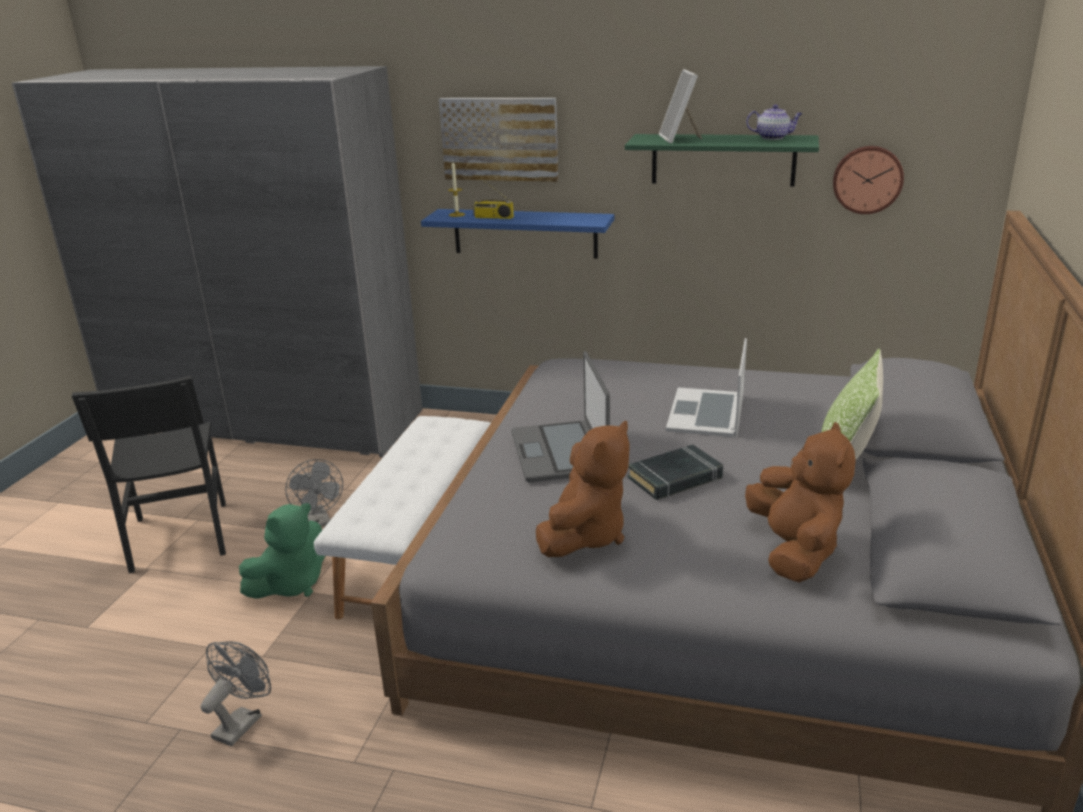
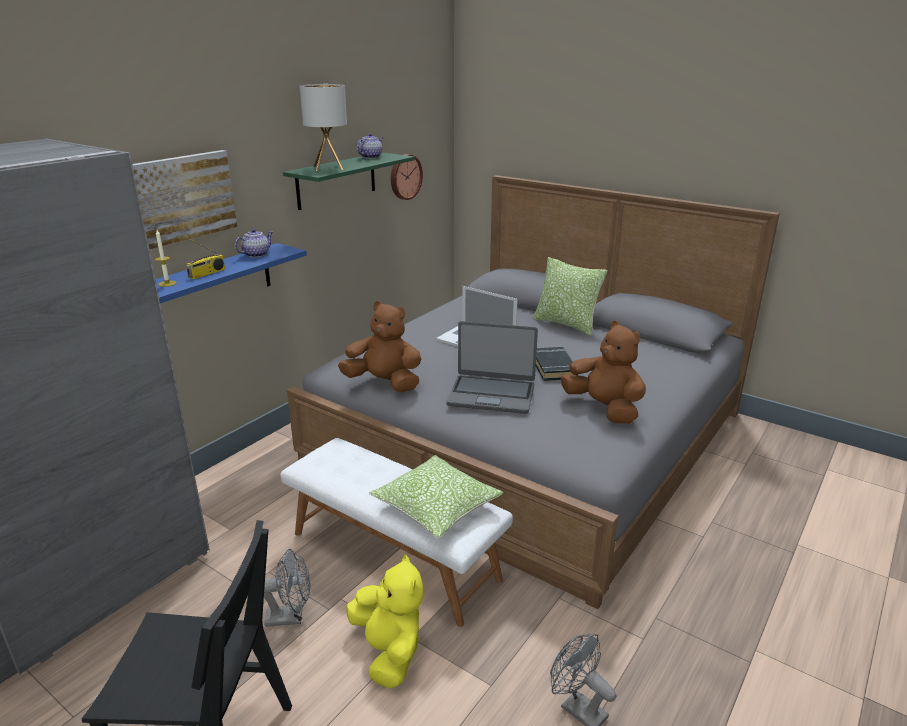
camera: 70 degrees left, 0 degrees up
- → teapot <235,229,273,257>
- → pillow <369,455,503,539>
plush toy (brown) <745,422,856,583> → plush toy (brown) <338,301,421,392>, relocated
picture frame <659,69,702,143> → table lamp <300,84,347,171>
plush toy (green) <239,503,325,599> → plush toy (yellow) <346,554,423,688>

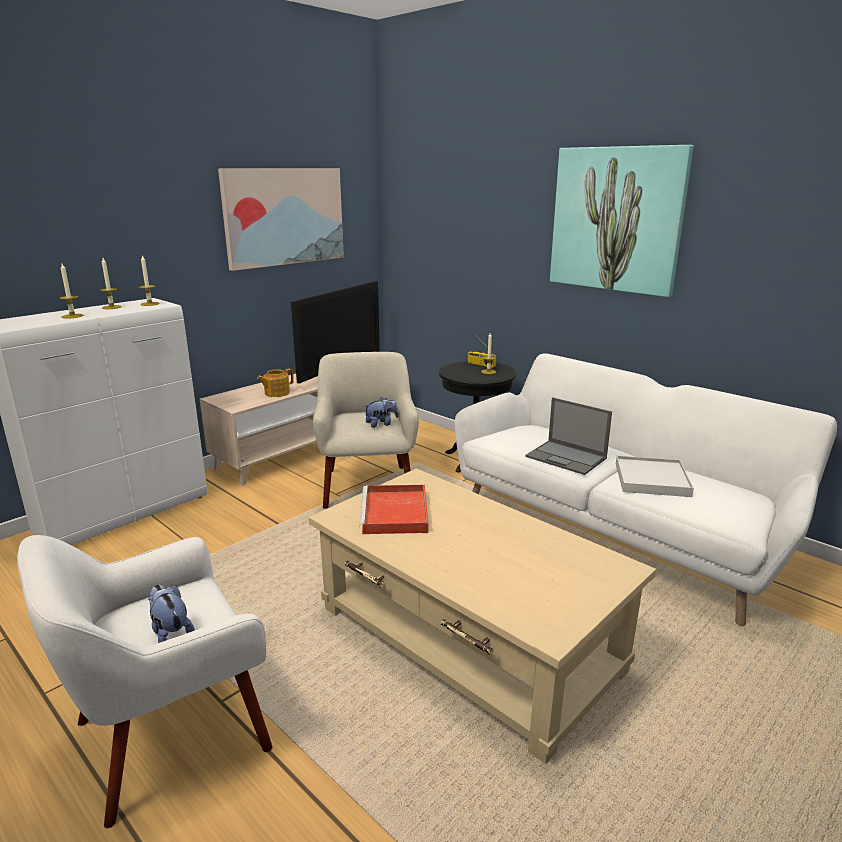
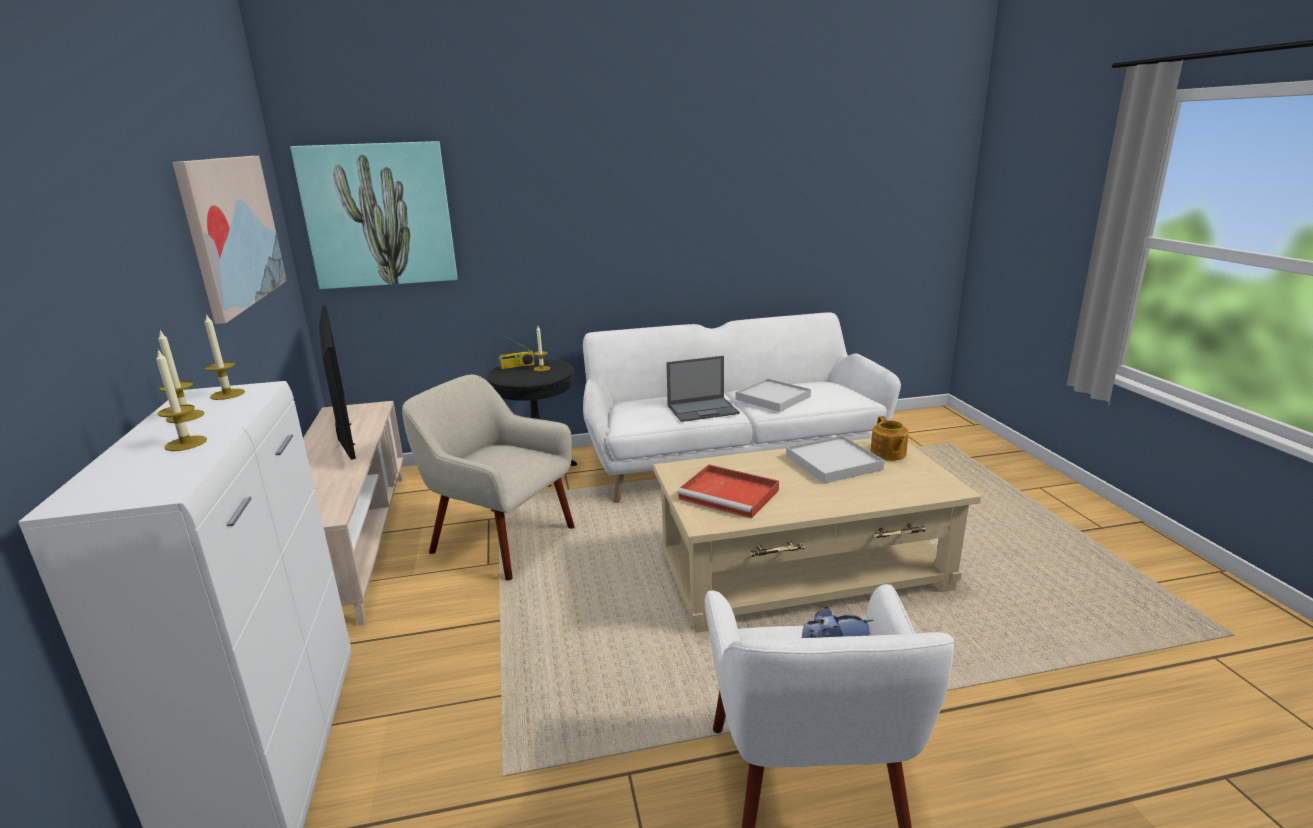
camera: 55 degrees left, 0 degrees up
plush toy <365,397,398,428> → -
- → tray (white) <786,435,884,484>
teapot <257,368,294,397> → teapot <870,416,909,461>, relocated
picture <550,145,694,297> → picture <290,141,458,289>, relocated

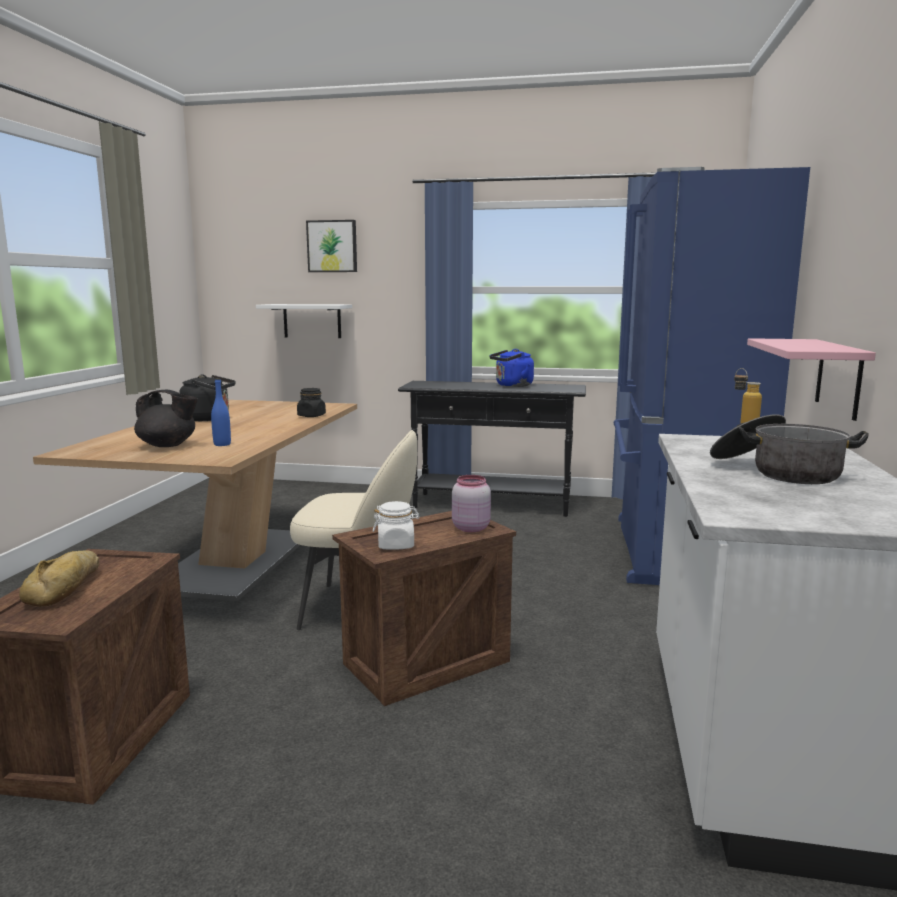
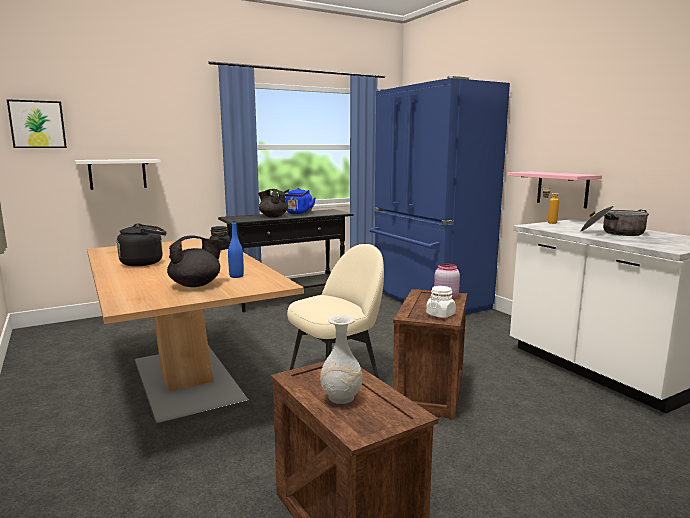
camera: 40 degrees left, 0 degrees up
- → teapot (black) <258,189,288,218>
picture <306,220,357,272> → picture <7,99,67,148>, relocated
bread <19,550,99,607> → vase (white) <320,315,363,404>

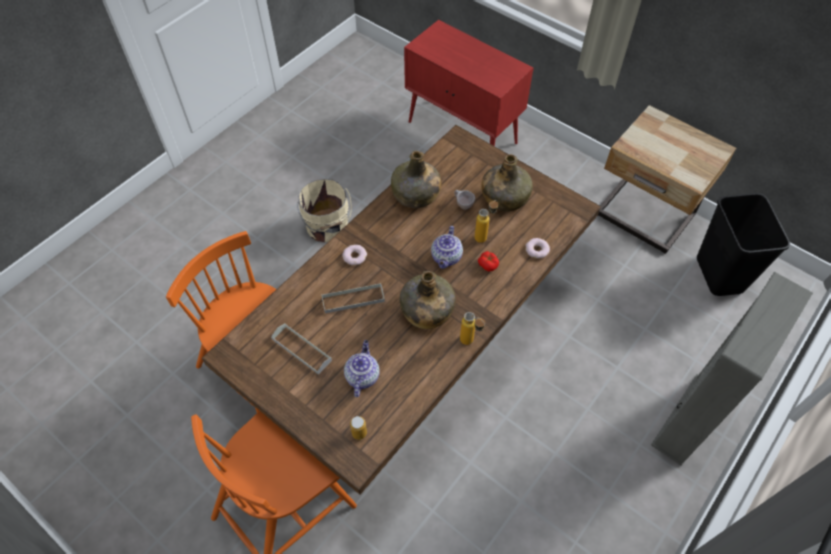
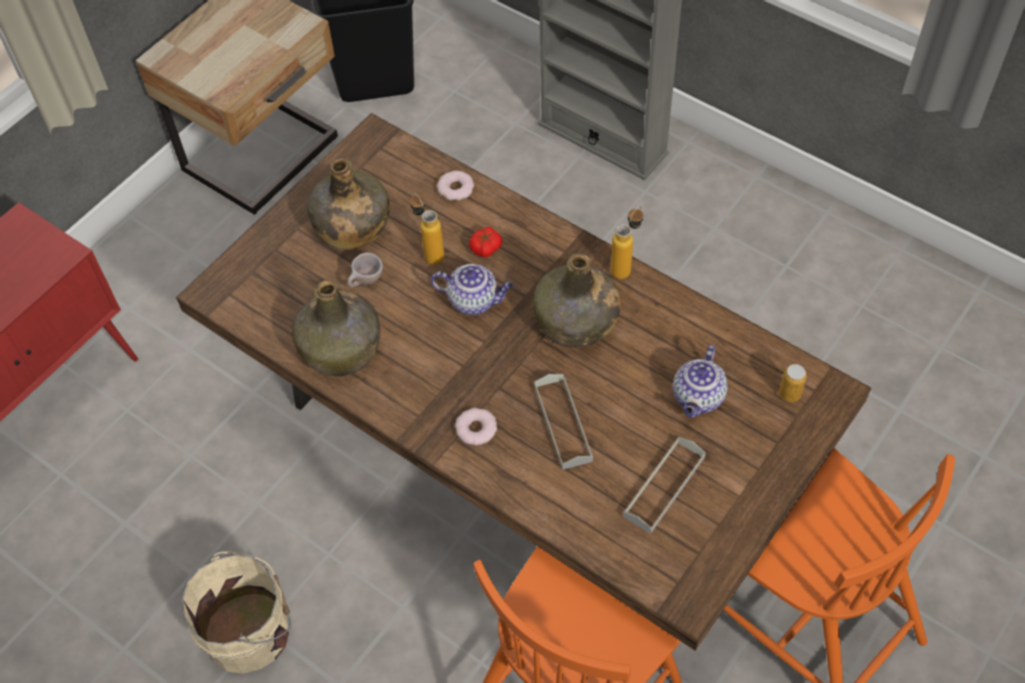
camera: 90 degrees left, 0 degrees up
teapot <344,340,380,397> → teapot <673,345,728,418>, 75 degrees counterclockwise

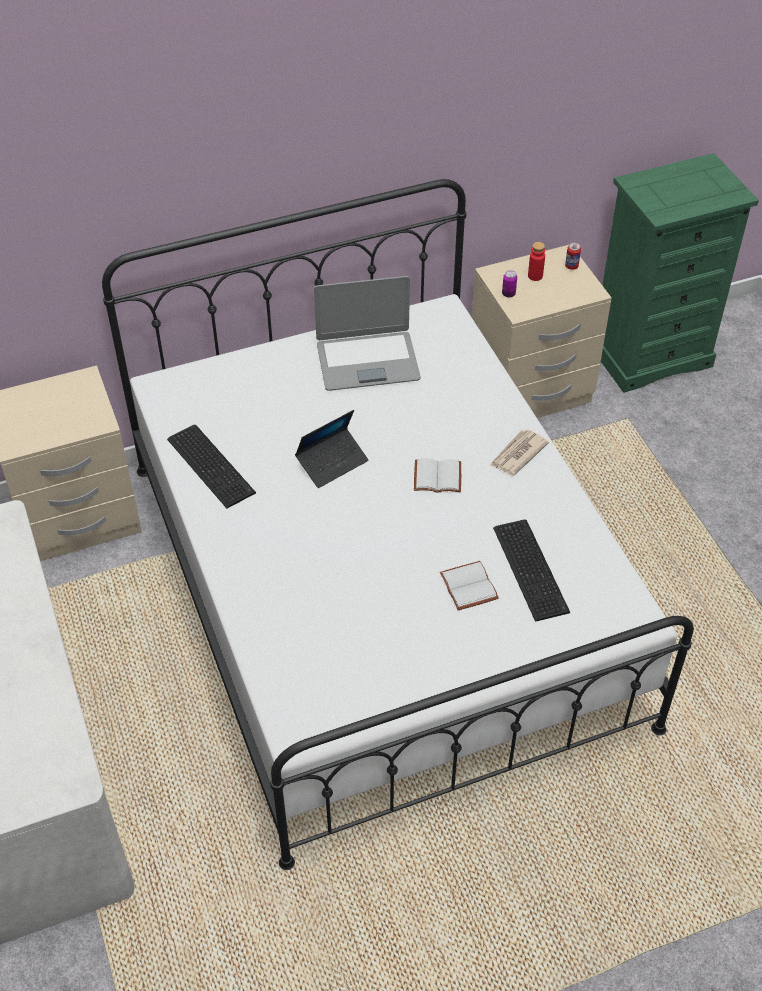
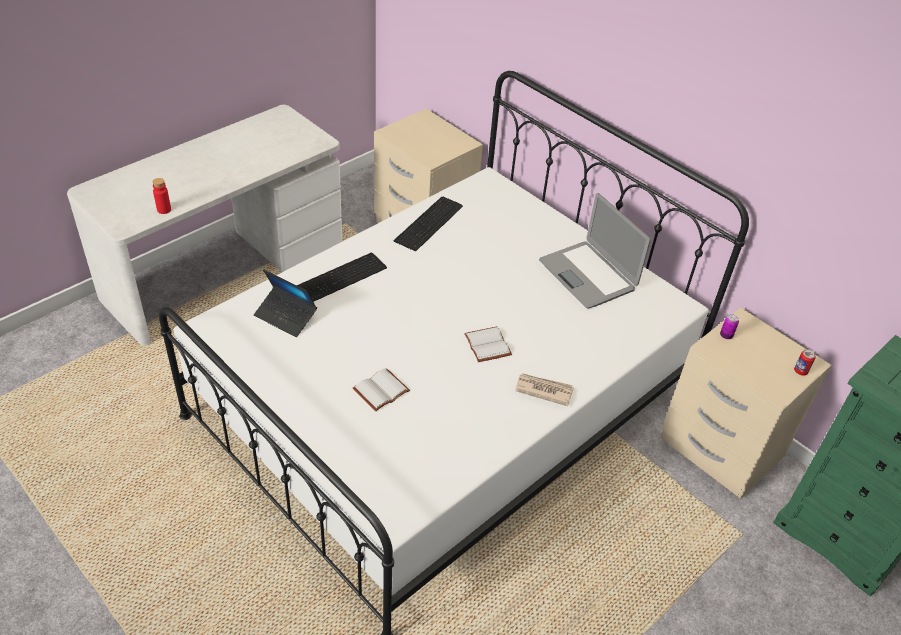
camera: 65 degrees right, 5 degrees down
laptop <295,410,368,488> → laptop <254,269,317,337>, relocated
keyboard <493,519,570,622> → keyboard <297,253,387,302>, relocated
bottle (red) <528,242,545,281> → bottle (red) <152,178,171,214>, relocated

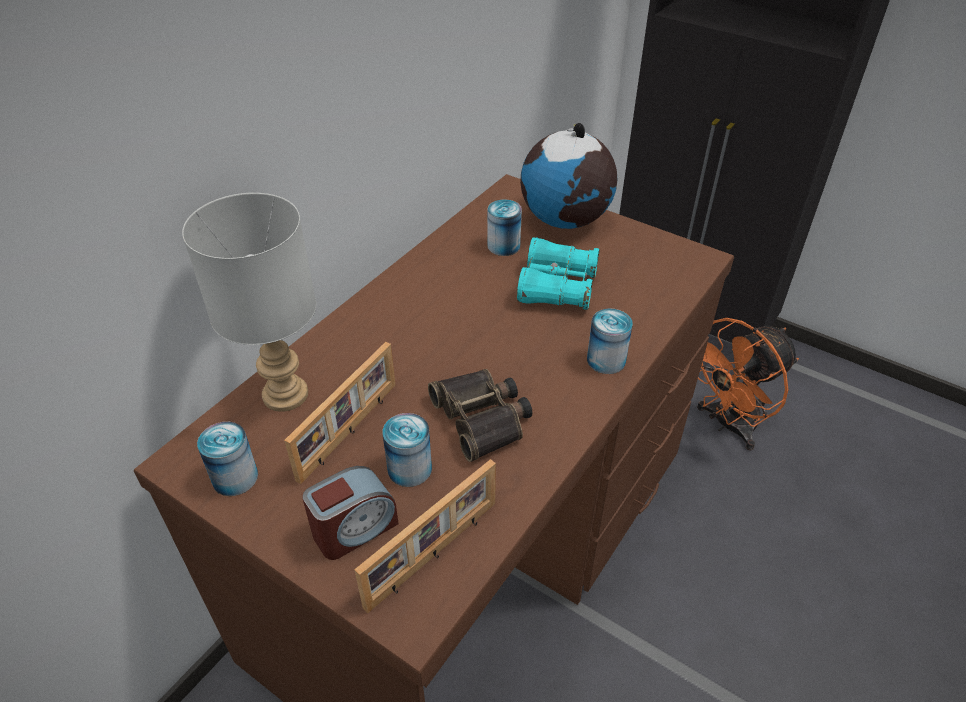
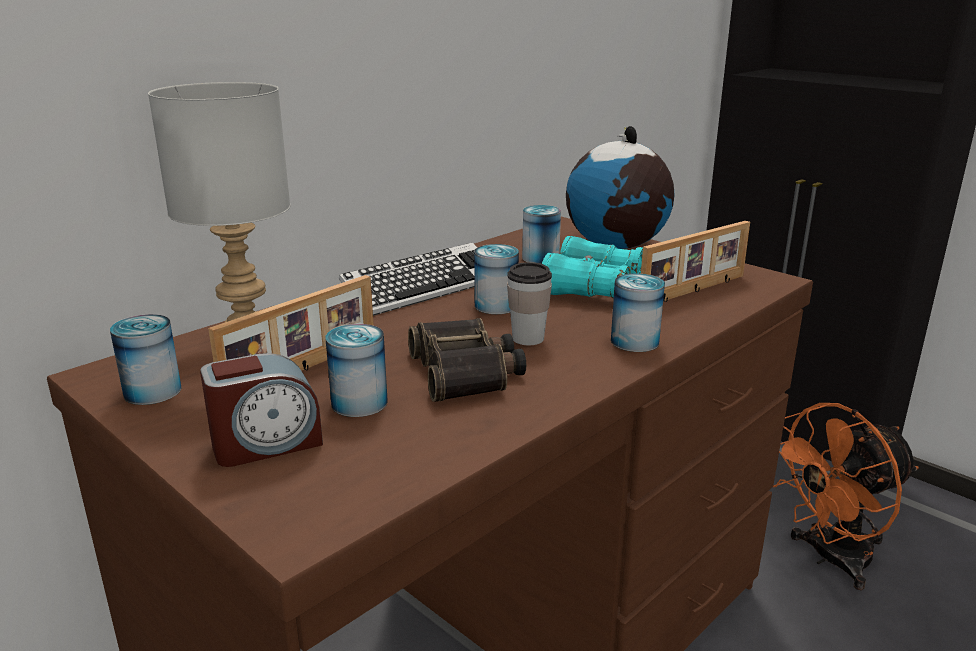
camera: 10 degrees right, 20 degrees down
- → keyboard <339,242,477,316>
- → can <474,244,519,314>
- → cup <507,262,552,345>
picture frame <354,459,496,613> → picture frame <641,221,750,302>, relocated

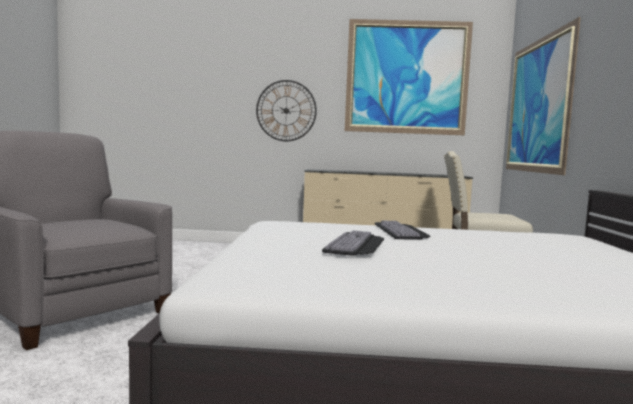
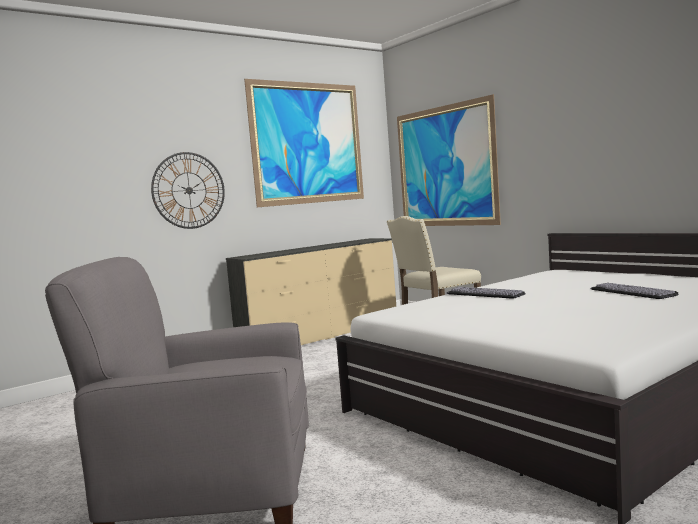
camera: 40 degrees left, 0 degrees up
keyboard <322,231,384,256> → keyboard <591,283,679,299>, relocated

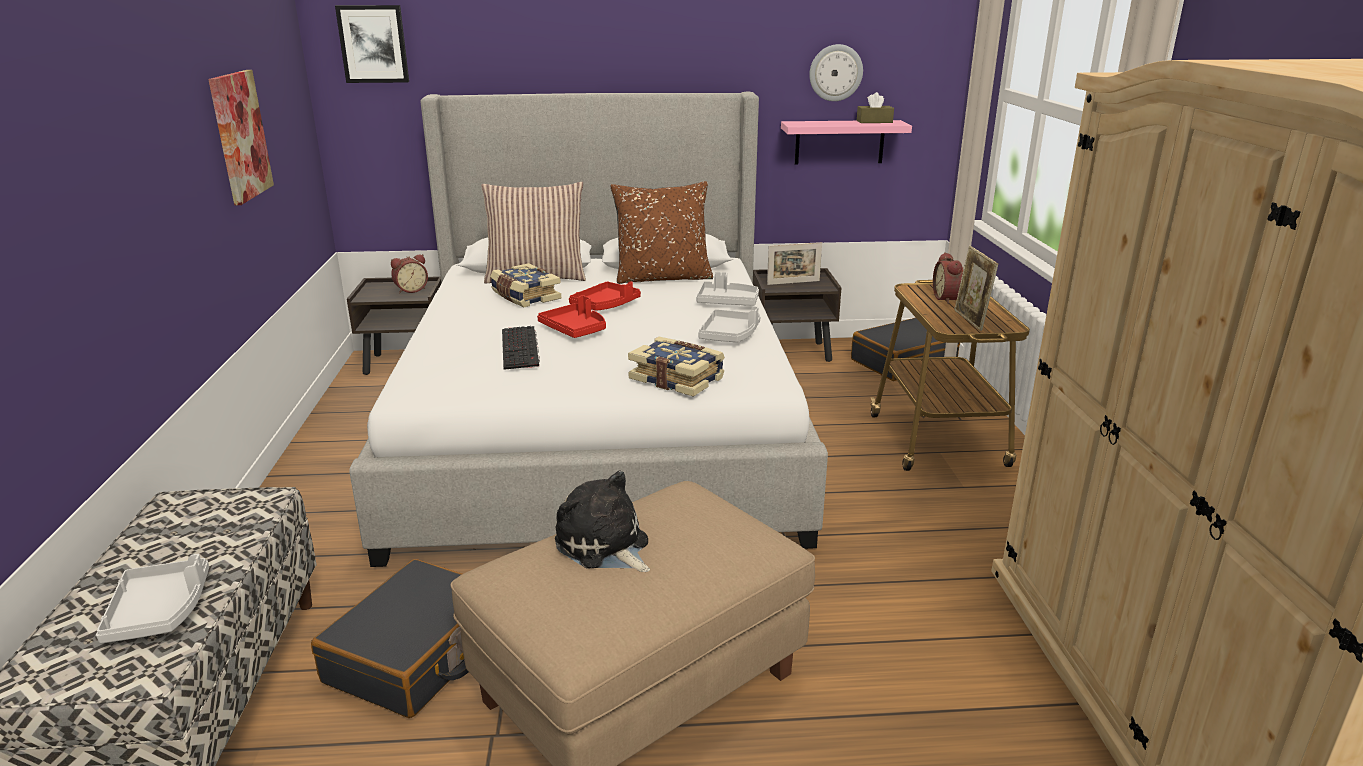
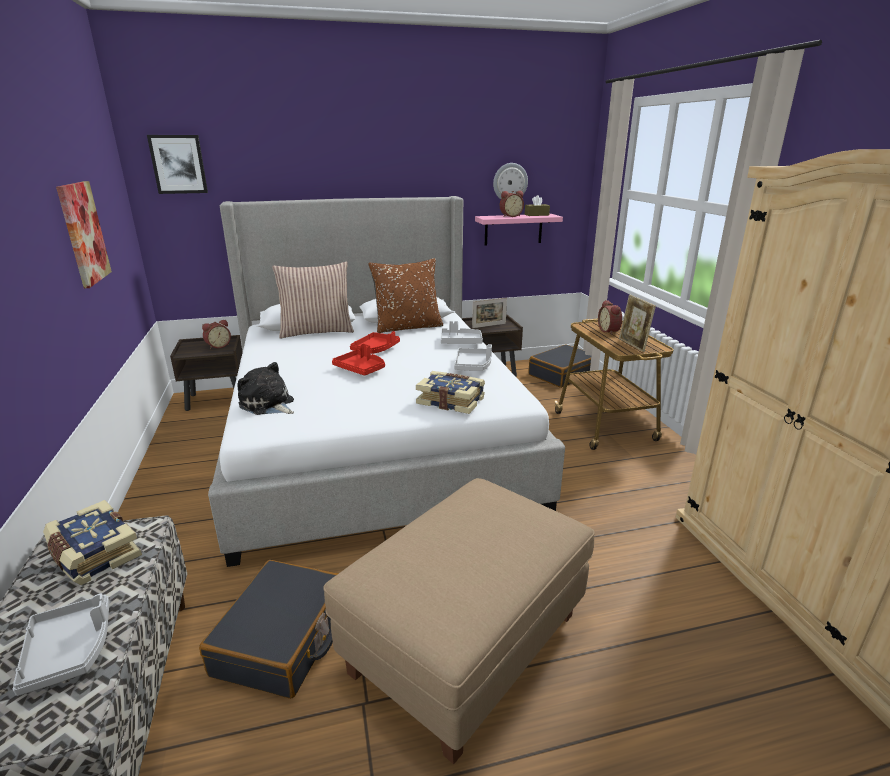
camera: 10 degrees left, 0 degrees up
keyboard <502,326,540,370> → -
- → alarm clock <500,191,524,217>
book <490,263,561,307> → book <43,500,142,585>, relocated
plush toy <555,471,650,572> → plush toy <237,362,294,415>, relocated

